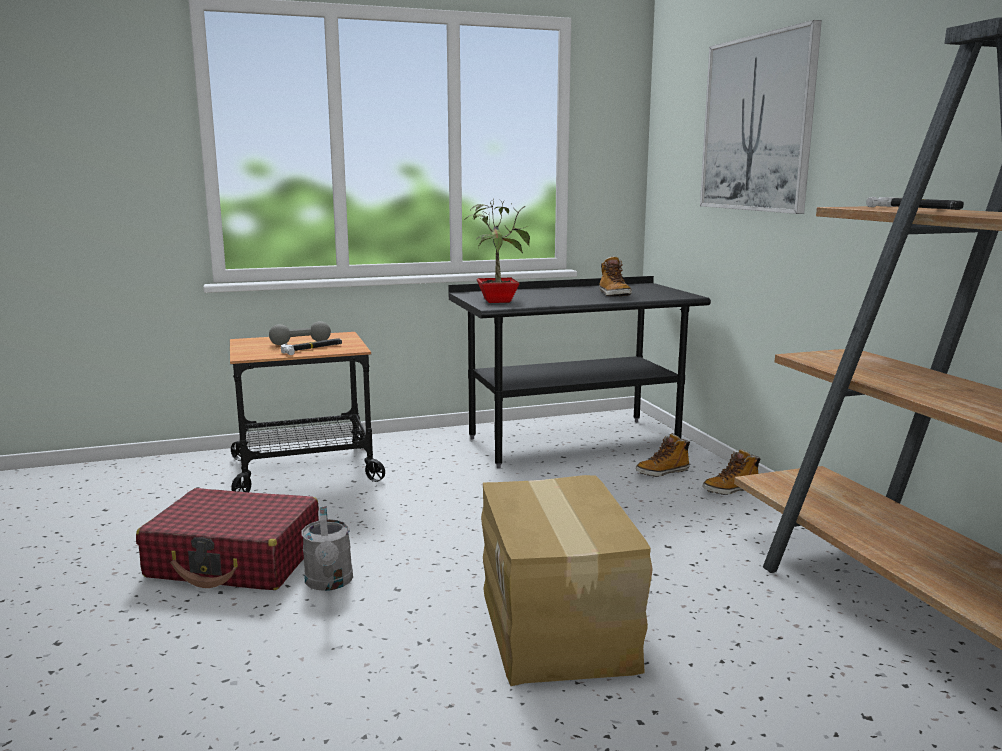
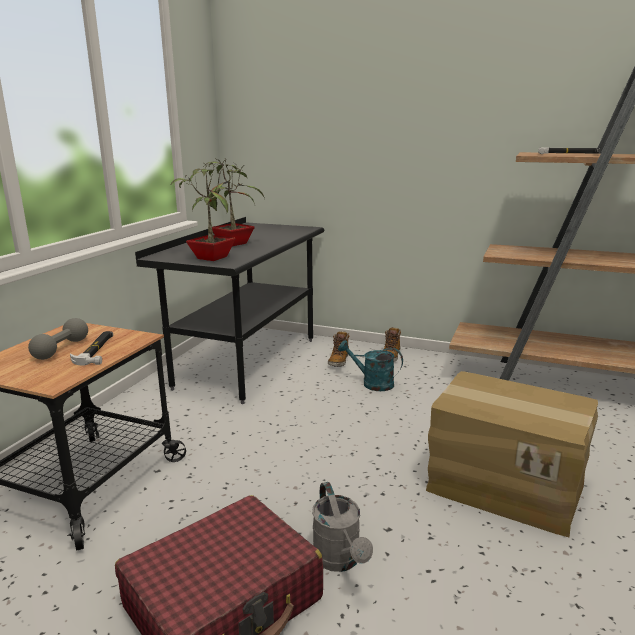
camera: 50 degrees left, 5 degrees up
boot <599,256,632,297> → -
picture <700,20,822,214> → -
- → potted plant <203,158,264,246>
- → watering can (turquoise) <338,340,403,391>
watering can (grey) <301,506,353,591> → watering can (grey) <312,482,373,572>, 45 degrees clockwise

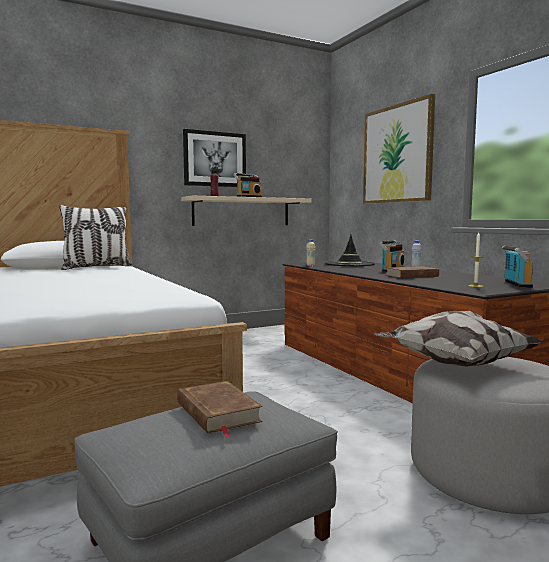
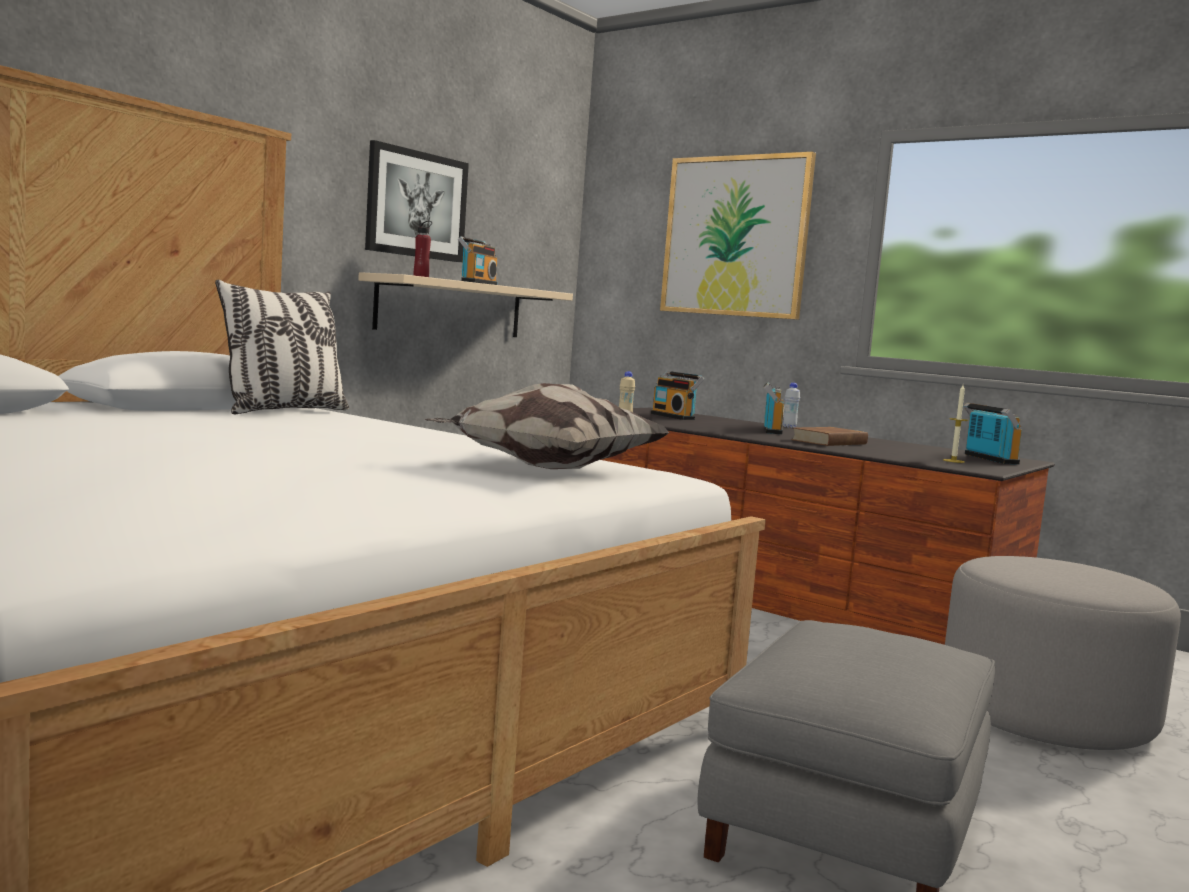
camera: 25 degrees left, 0 degrees up
book (brown) <177,381,263,438> → -
pillow <374,311,543,367> → pillow <424,383,670,469>, relocated
hat (black) <325,234,375,266> → radio <651,371,704,420>

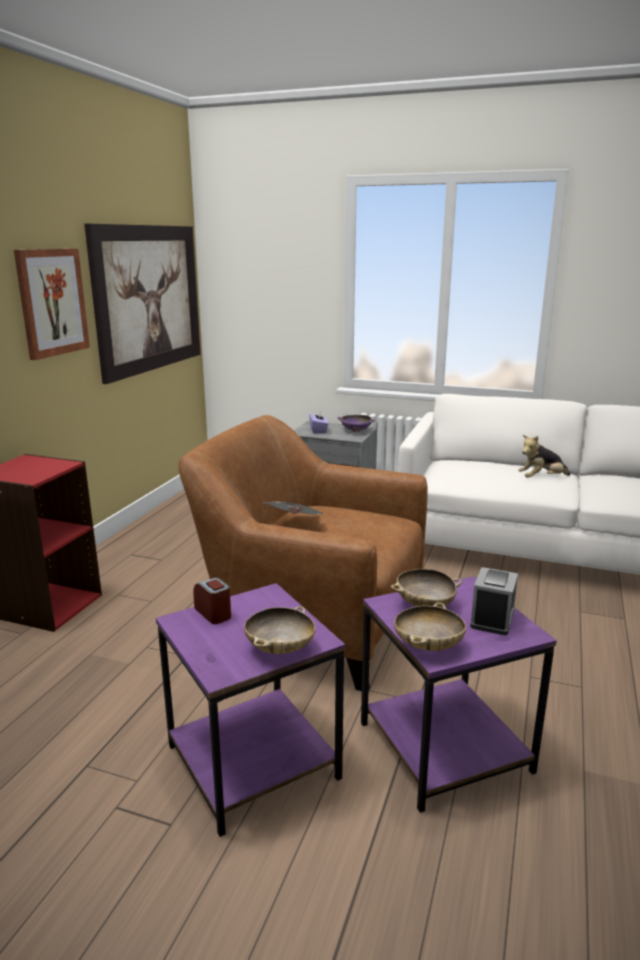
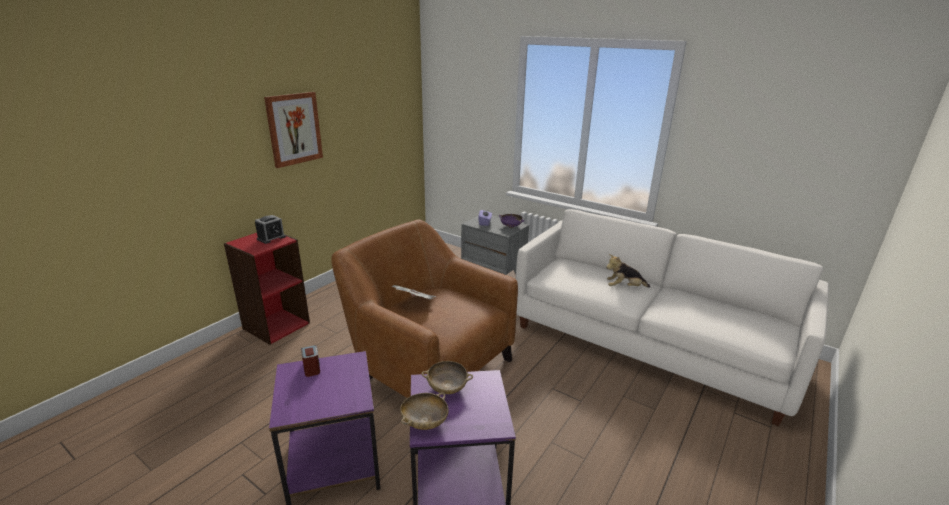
camera: 15 degrees right, 5 degrees up
picture <84,224,200,384> → -
bowl (beige) <244,606,315,654> → -
alarm clock <470,567,518,635> → alarm clock <255,215,286,244>, relocated

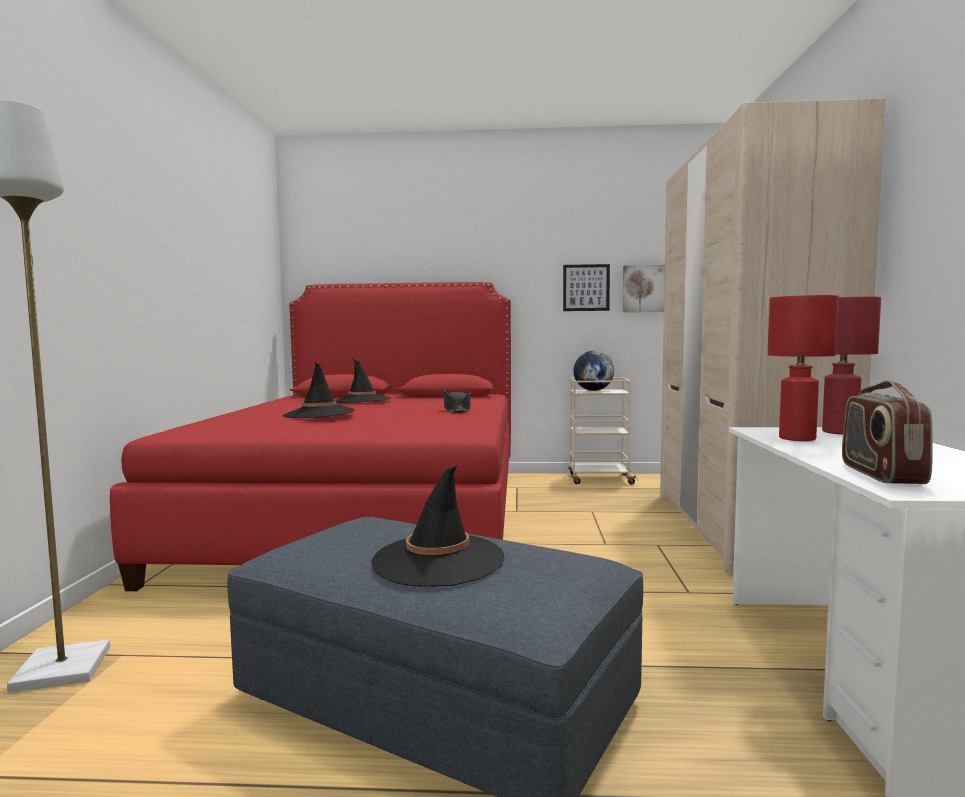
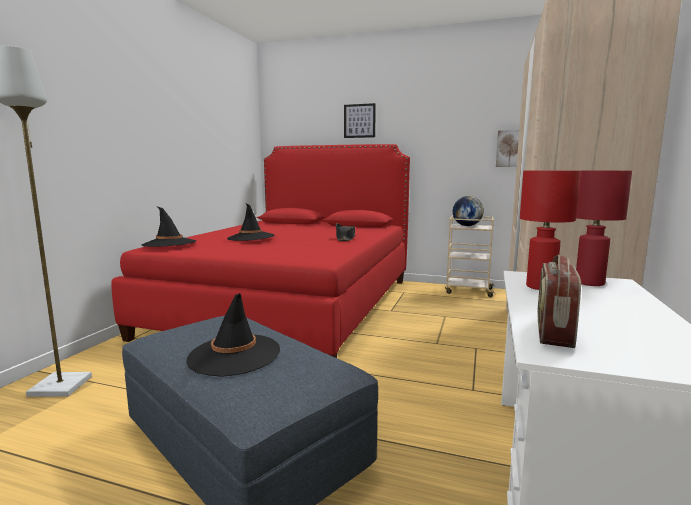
camera: 15 degrees right, 5 degrees up
hat (black) <335,359,391,403> → hat (black) <142,206,196,247>, relocated
picture <563,264,610,311> → picture <344,103,376,138>, relocated

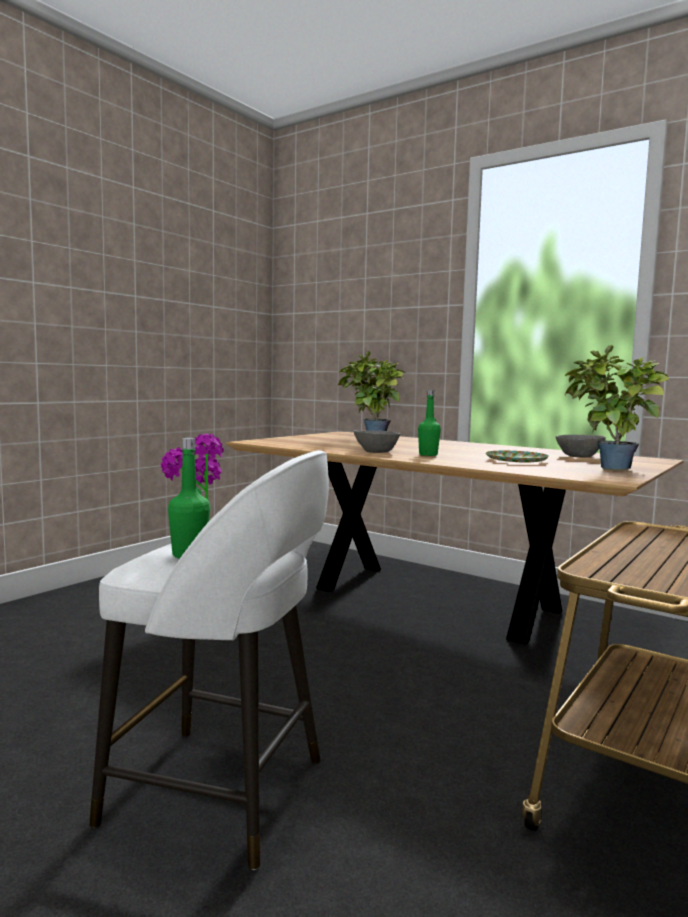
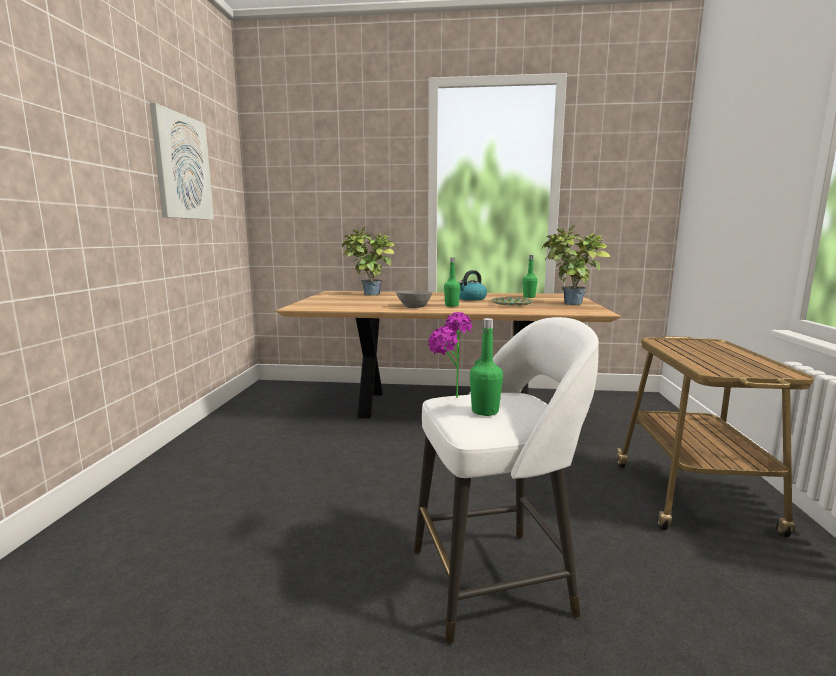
camera: 30 degrees left, 5 degrees up
- → picture <150,103,214,220>
- → kettle <458,270,487,301>
bowl (grey) <556,435,606,457> → bottle (green) <523,255,538,298>

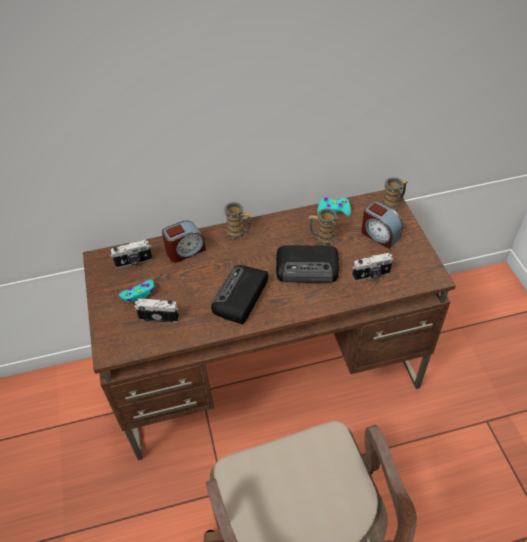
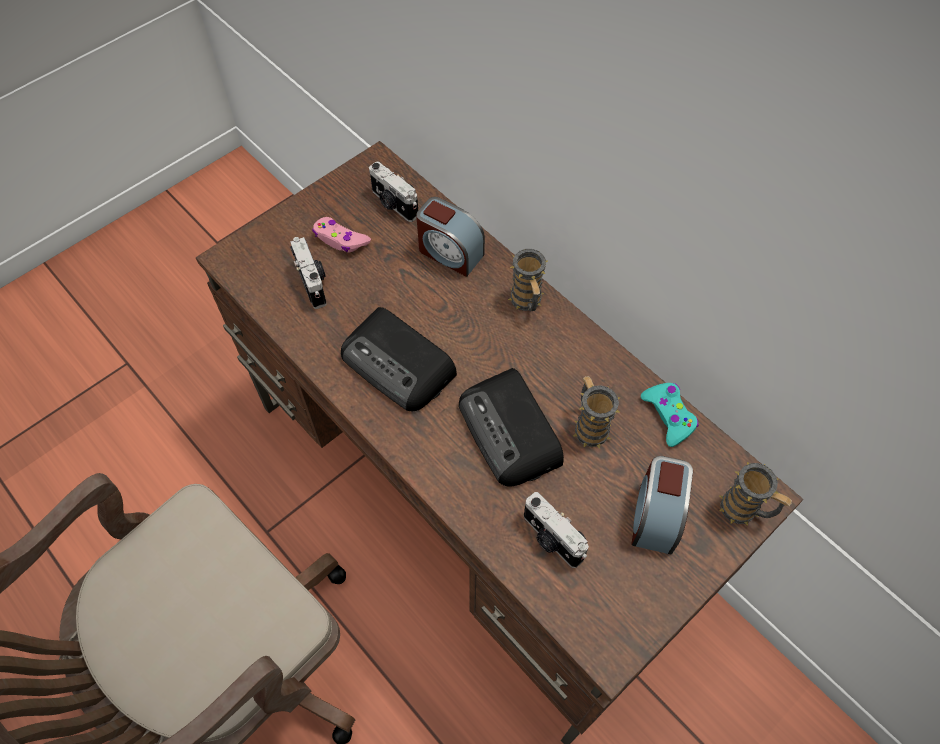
camera: 60 degrees right, 10 degrees up
game controller (turquoise) <119,279,155,303> → game controller (pink) <312,217,371,253>
radio <211,265,268,324> → radio <341,307,457,411>, 135 degrees counterclockwise

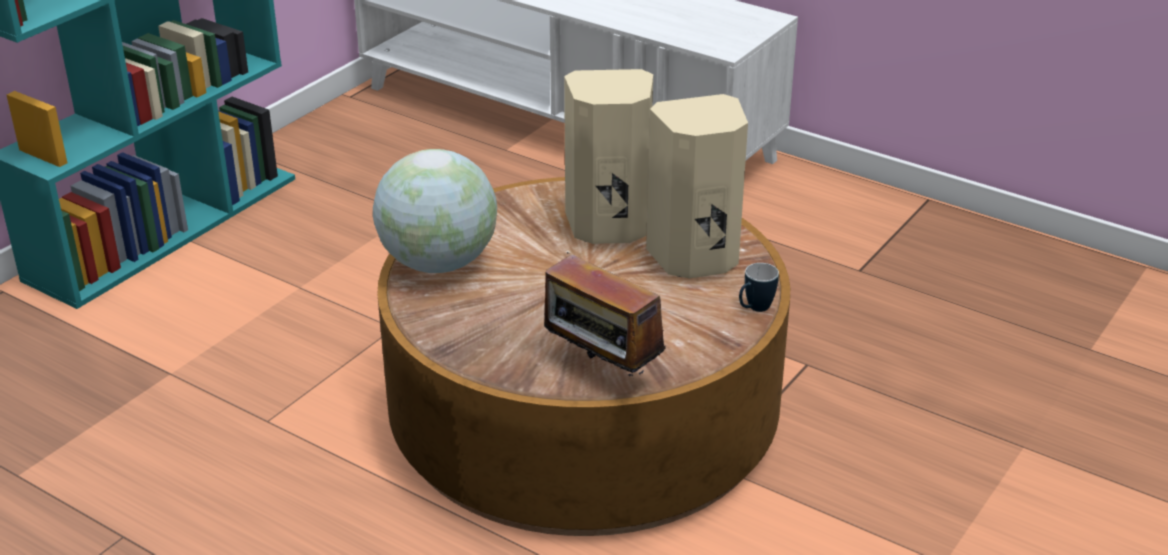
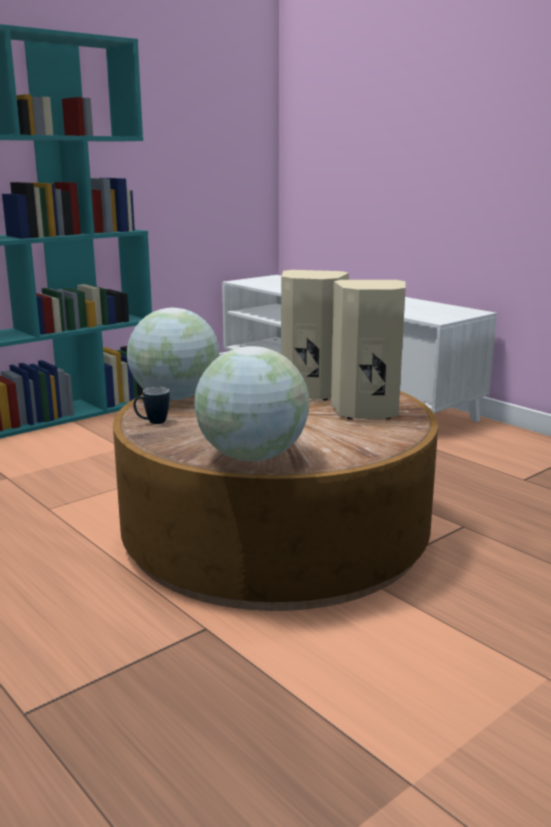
camera: 15 degrees right, 15 degrees down
mug <739,263,779,312> → mug <133,387,170,424>, relocated
radio <544,252,666,379> → globe <194,346,310,461>

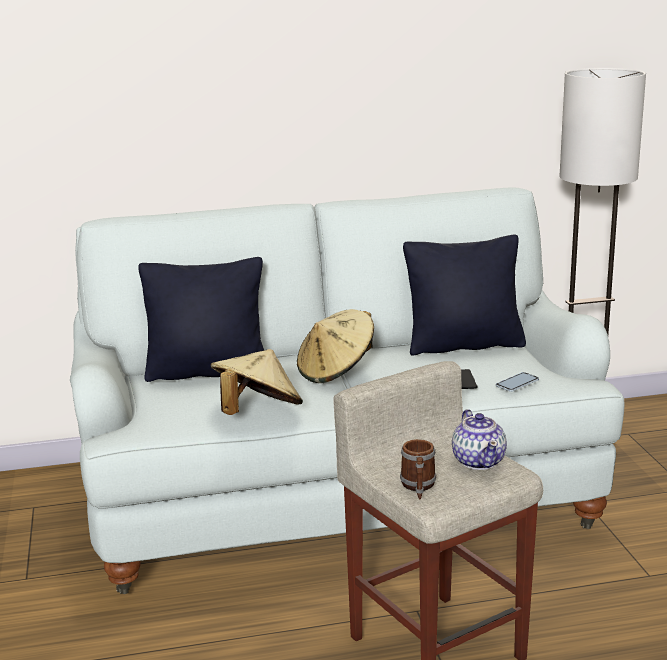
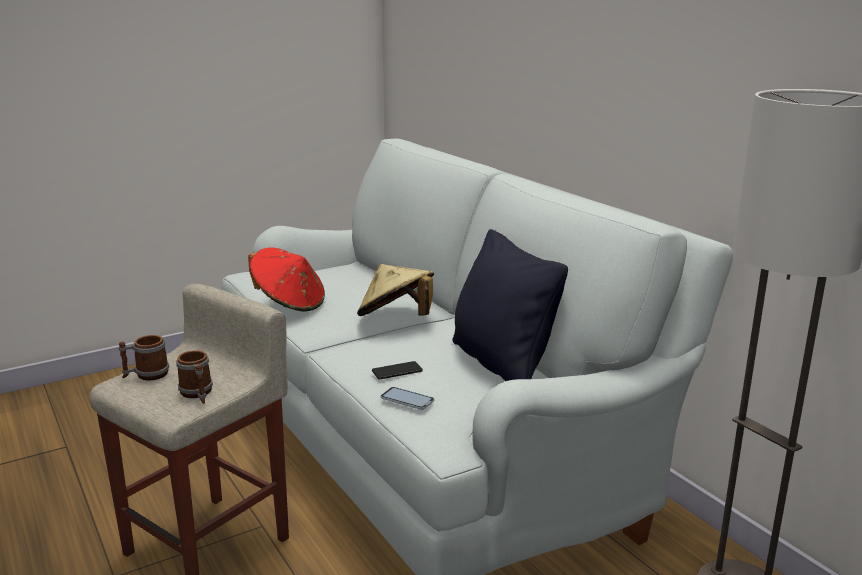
camera: 70 degrees right, 0 degrees up
pillow (black) <138,257,264,382> → -
teapot <452,409,507,470> → mug <176,350,213,404>
hat (beige) <210,349,303,415> → hat (red) <248,247,325,312>

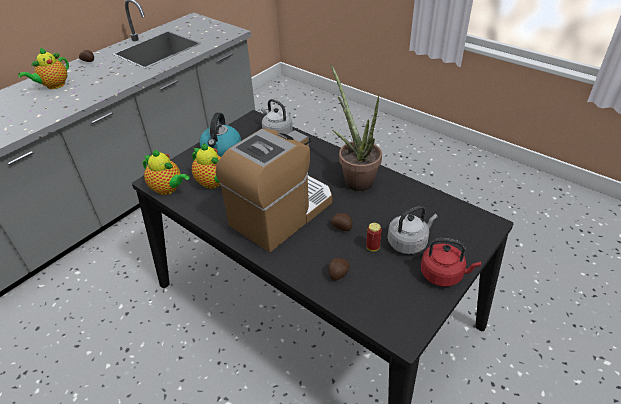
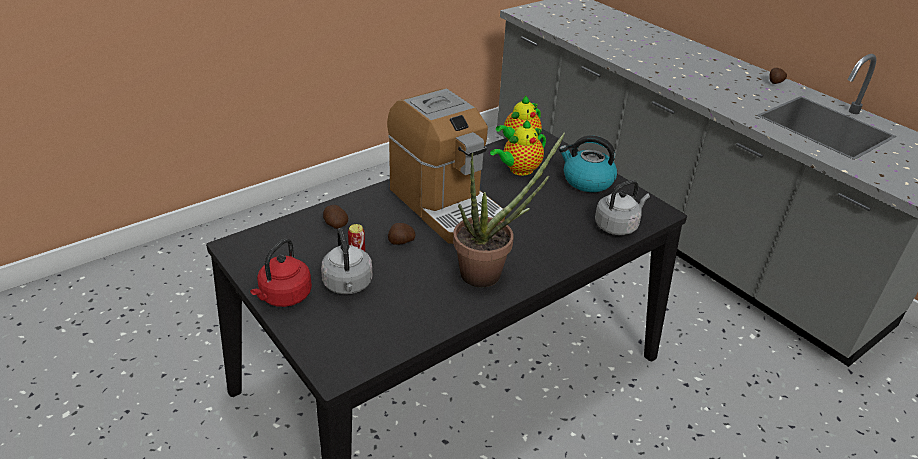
camera: 100 degrees right, 5 degrees down
teapot <18,47,69,89> → -

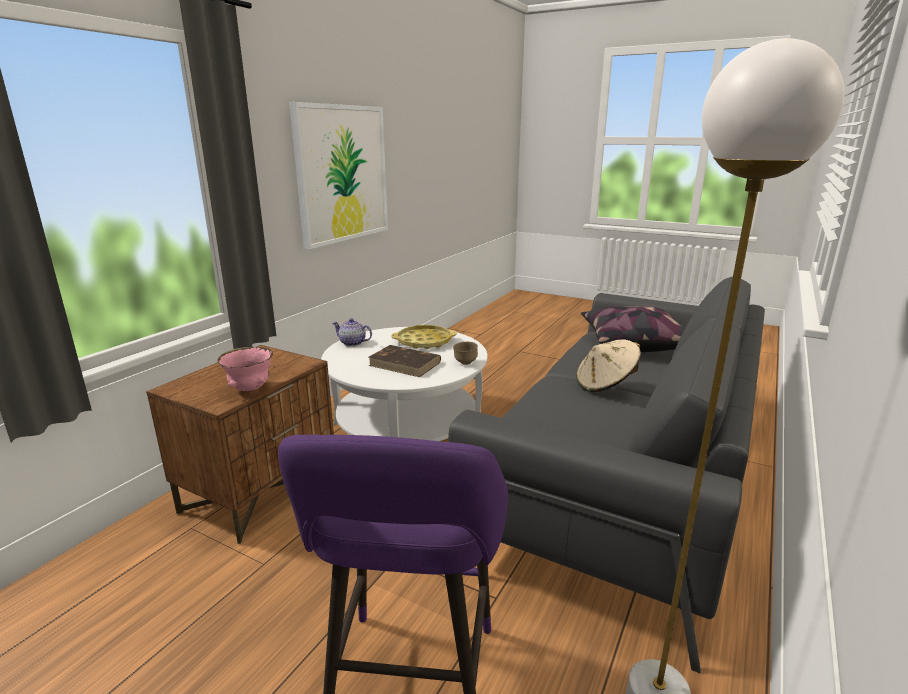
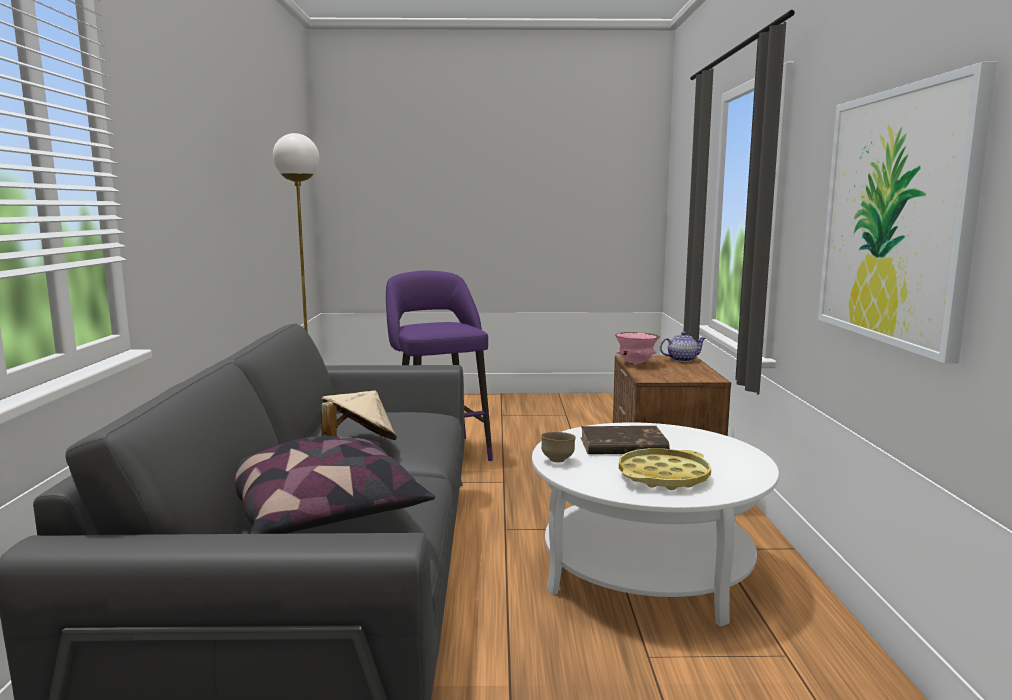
camera: 150 degrees right, 10 degrees down
teapot <332,318,372,346> → teapot <660,332,706,362>, relocated

